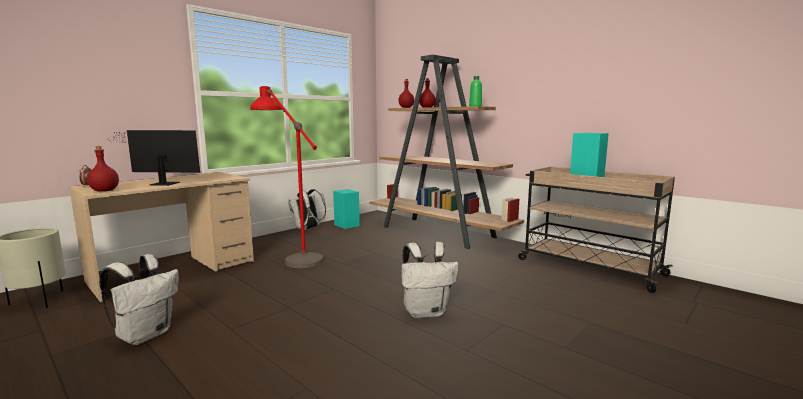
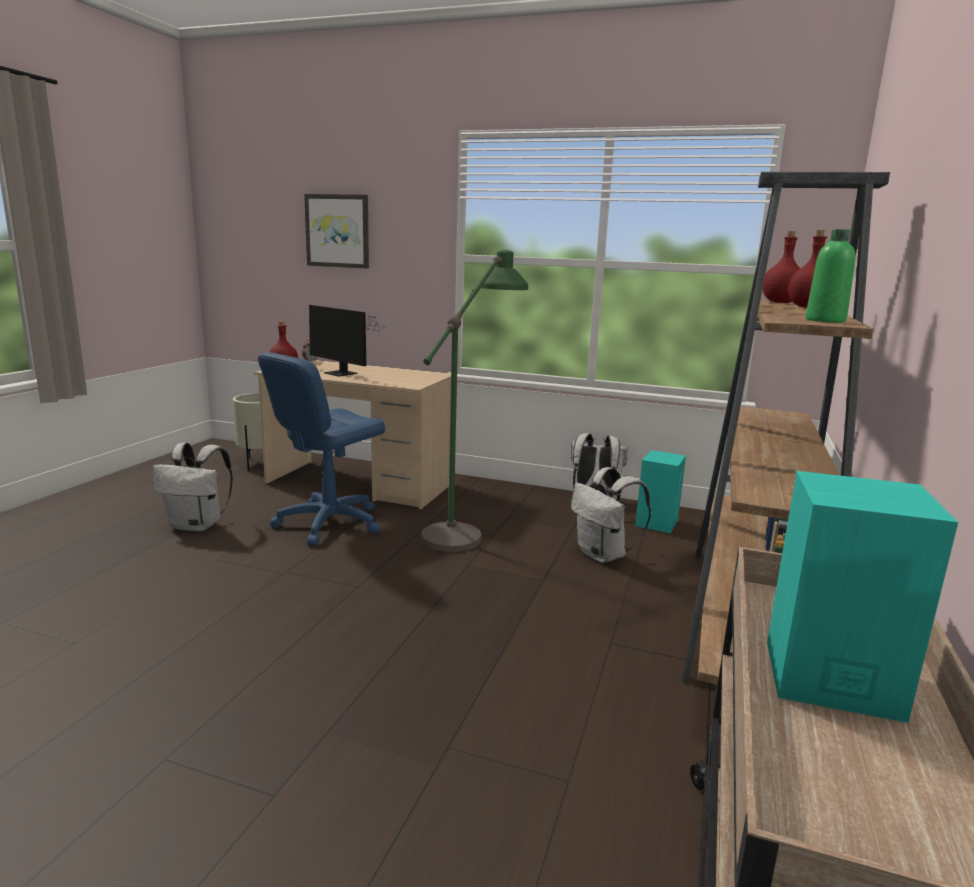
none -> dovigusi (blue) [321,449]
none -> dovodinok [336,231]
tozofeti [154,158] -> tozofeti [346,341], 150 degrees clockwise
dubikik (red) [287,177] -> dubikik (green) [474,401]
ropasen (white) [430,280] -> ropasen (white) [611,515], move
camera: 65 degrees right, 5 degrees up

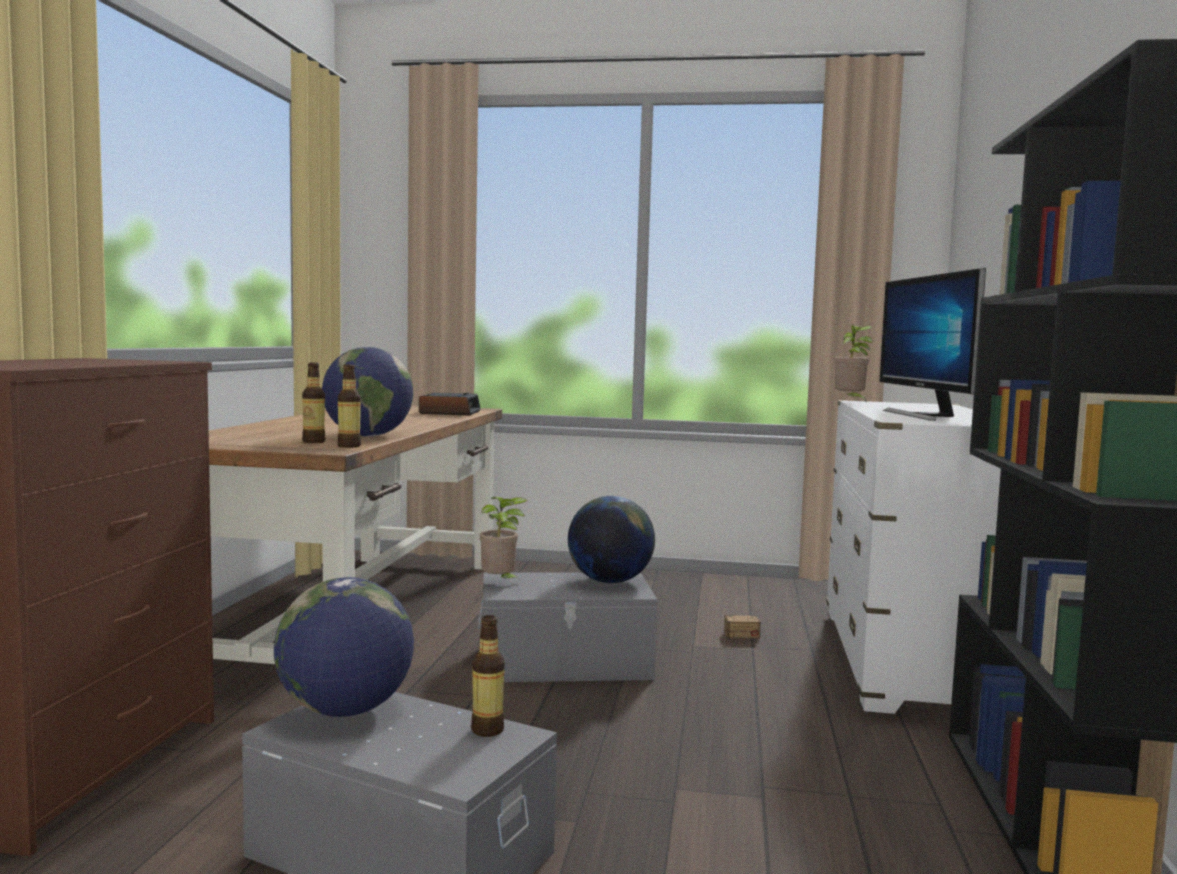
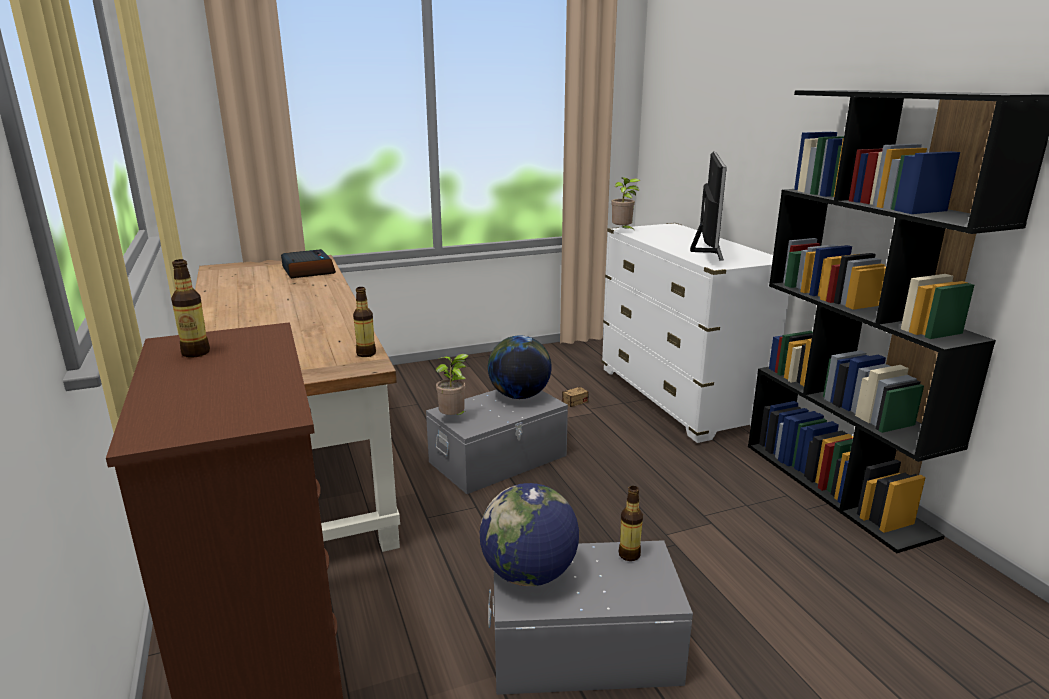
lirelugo [314,402] -> lirelugo [190,308], move
tozofeti [933,344] -> tozofeti [708,206], 135 degrees counterclockwise
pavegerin [368,392] -> none
camera: 30 degrees left, 15 degrees up

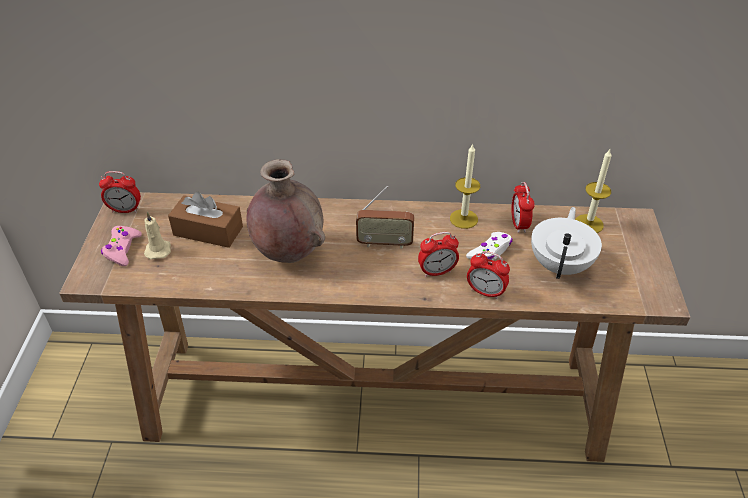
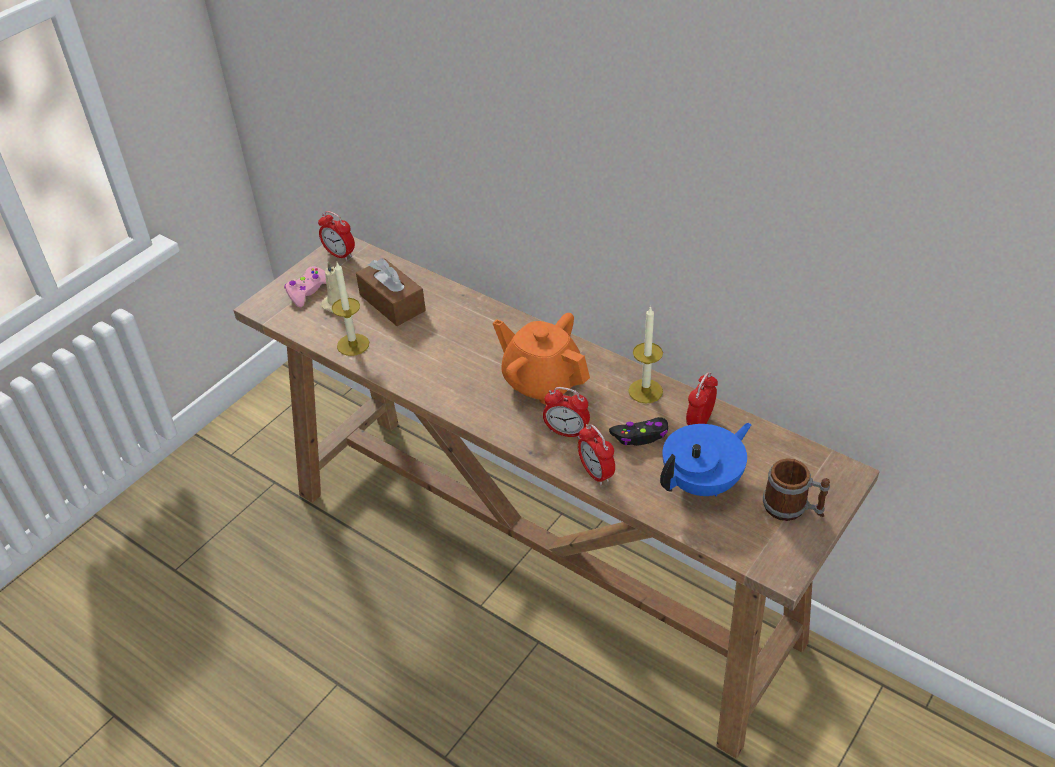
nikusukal [593,191] -> nikusukal [350,309], move
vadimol [385,217] -> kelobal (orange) [541,358]
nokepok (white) [489,246] -> nokepok (black) [638,431]
kelobal (white) [566,243] -> kelobal (blue) [706,459]
none -> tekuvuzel [796,489]
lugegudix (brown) [285,211] -> none
camera: 35 degrees right, 0 degrees up

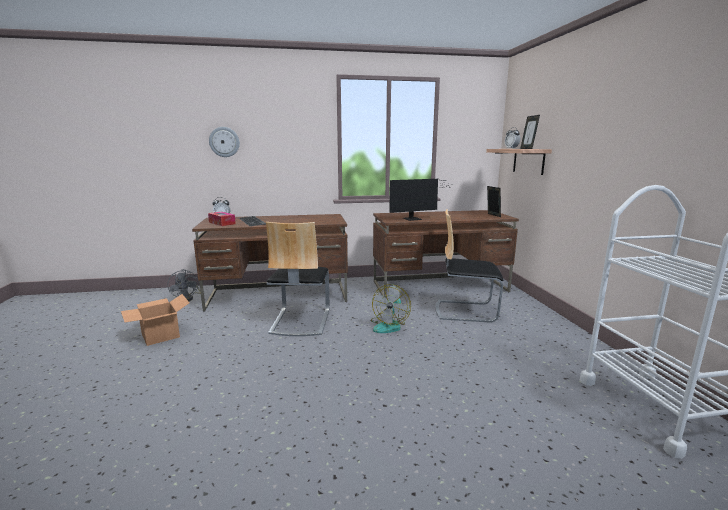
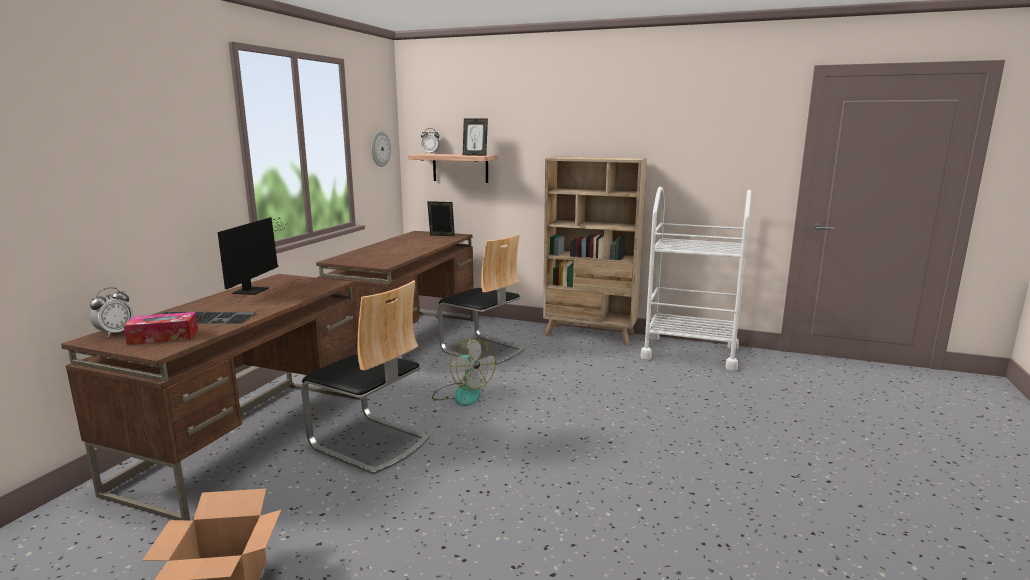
tozofeti [419,200] -> tozofeti [252,256], move
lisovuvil [224,142] -> lisovuvil [381,149], move
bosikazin [469,266] -> bosikazin [481,299], 90 degrees counterclockwise
none -> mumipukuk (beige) [595,251]
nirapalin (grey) [184,285] -> none
camera: 60 degrees left, 0 degrees up

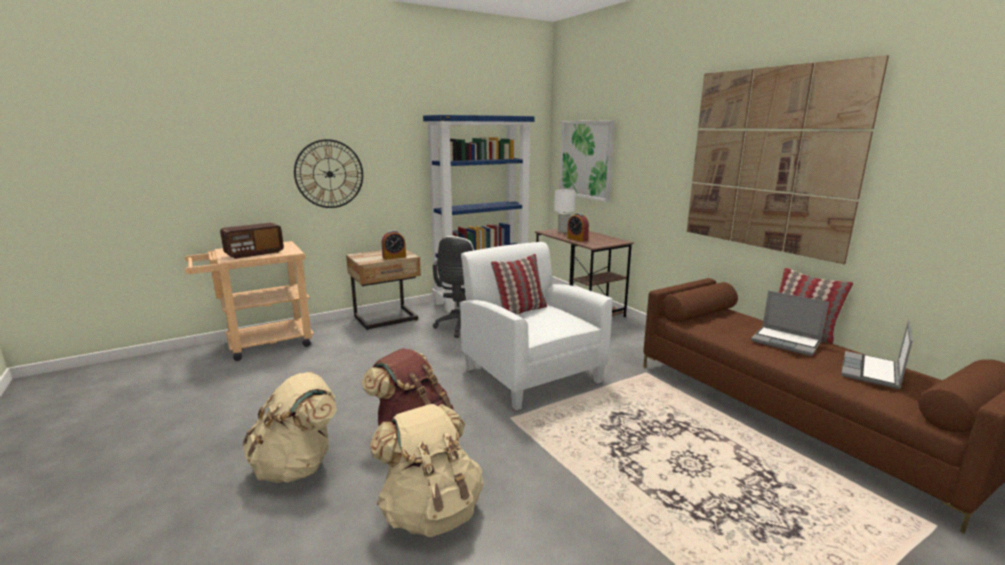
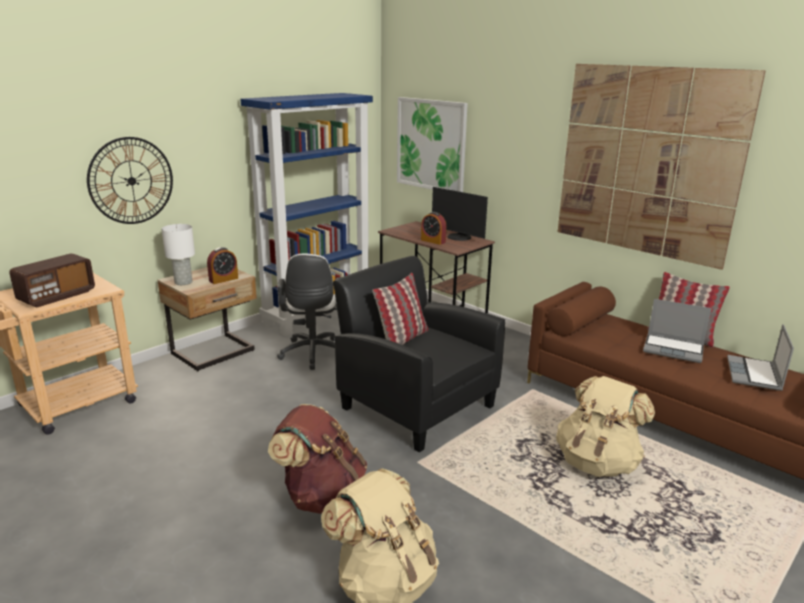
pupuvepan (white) [565,210] -> pupuvepan (white) [178,254], move
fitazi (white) [536,326] -> fitazi (black) [419,354]
none -> tozofeti [460,214]
ropasen (beige) [290,427] -> ropasen (beige) [605,426], move
camera: 15 degrees left, 5 degrees up

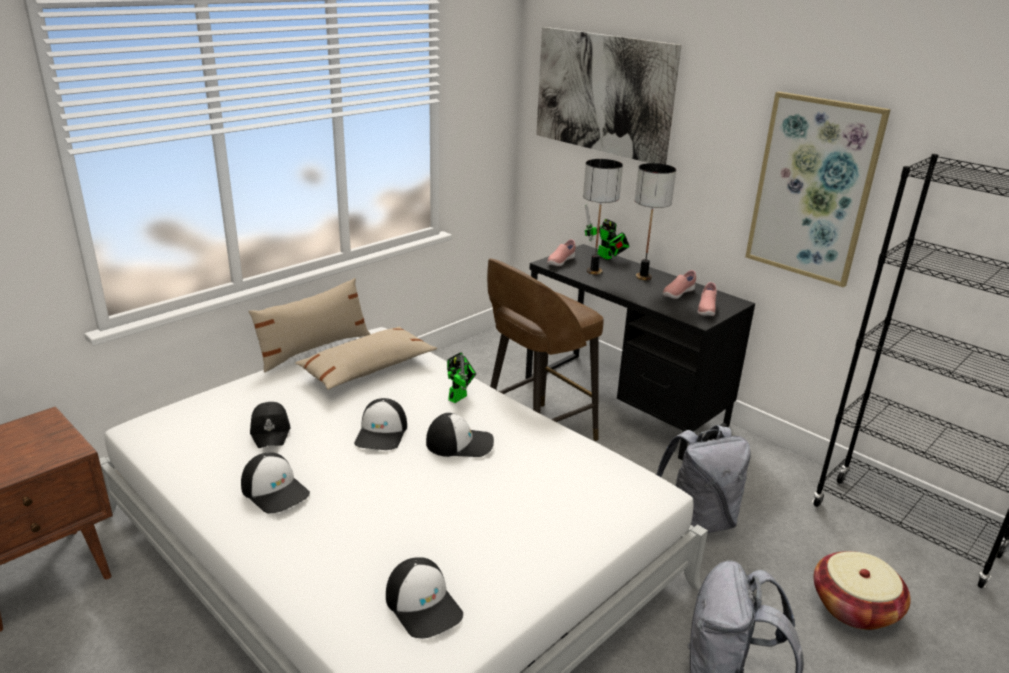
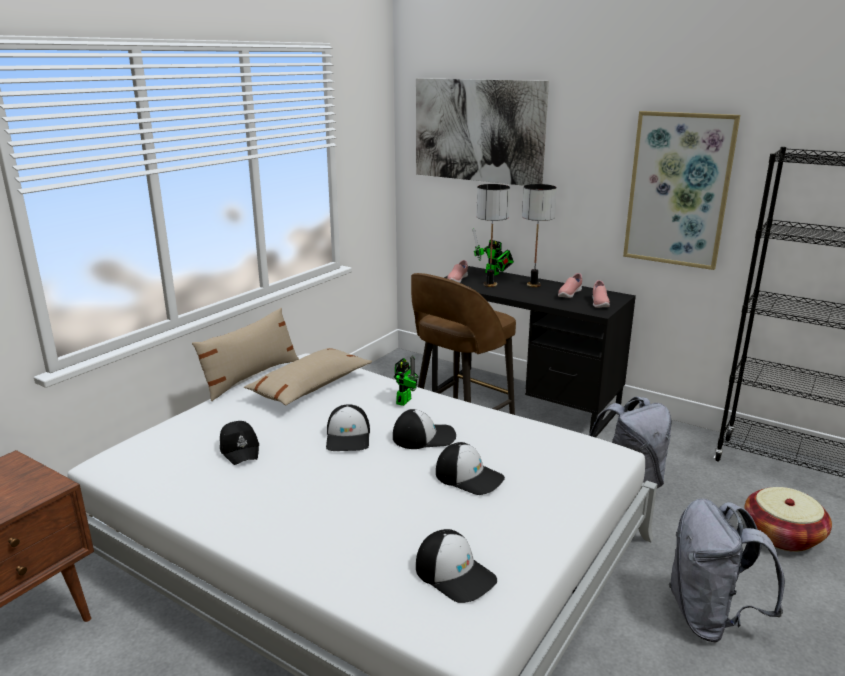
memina [275,482] -> memina [470,468], move
camera: 10 degrees left, 5 degrees down

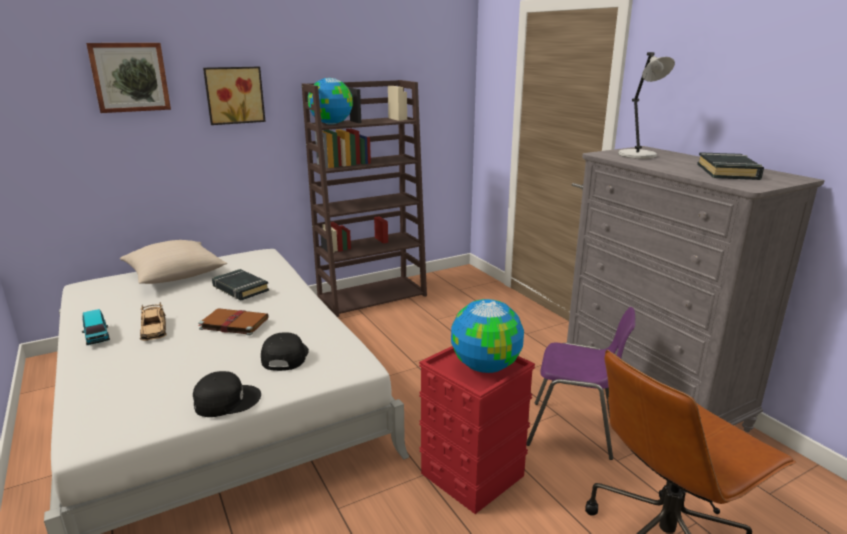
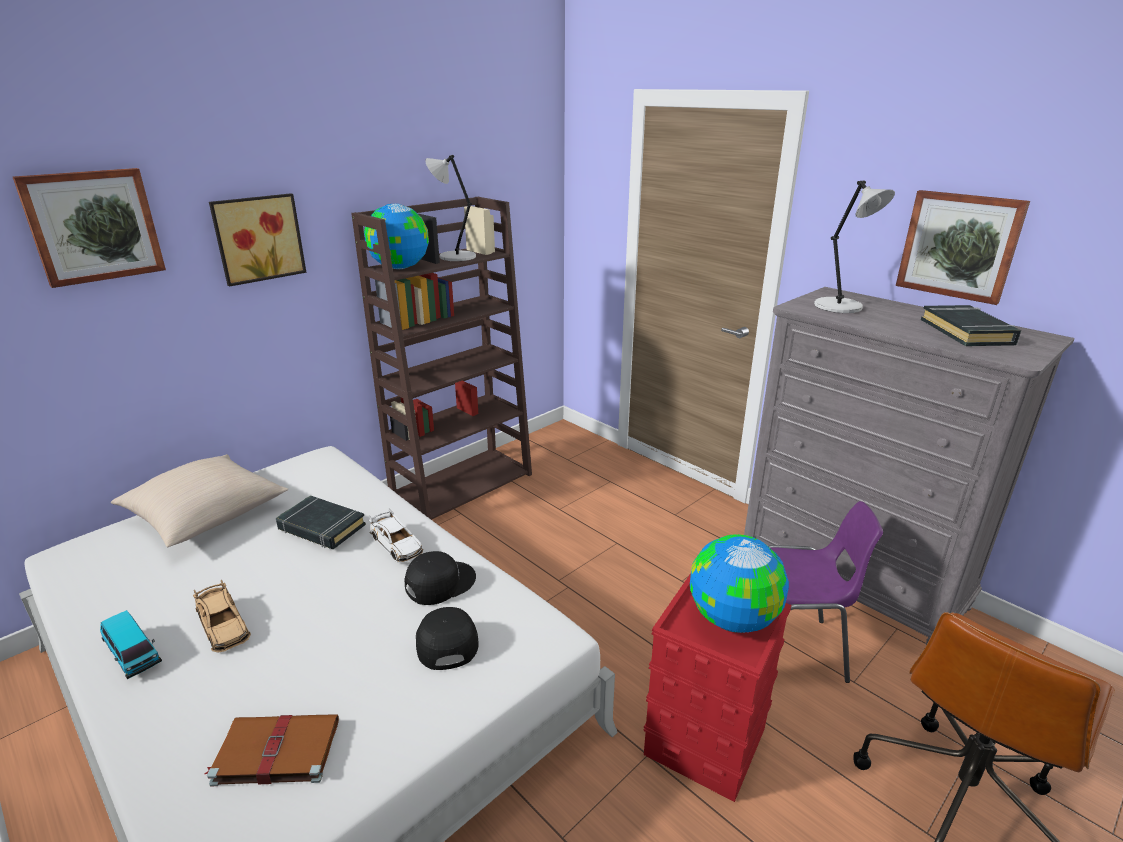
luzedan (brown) [233,321] -> luzedan (brown) [272,750], move
none -> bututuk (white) [396,535]
memina (black) [227,394] -> memina (black) [440,578], move
none -> pupuvepan (grey) [450,208]
none -> dovodinok [963,247]
camera: 15 degrees left, 5 degrees up

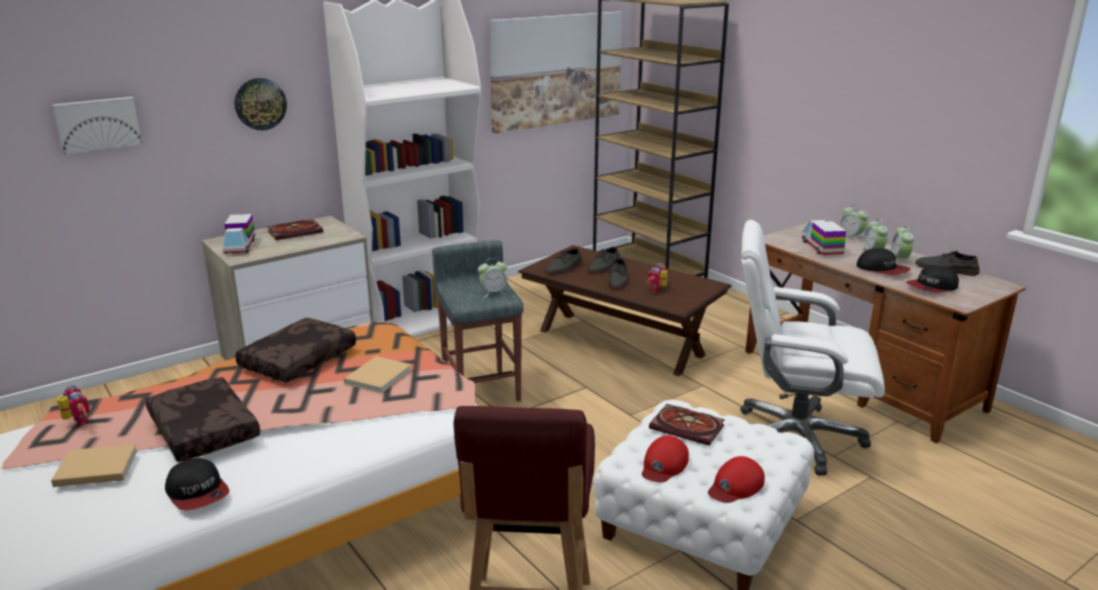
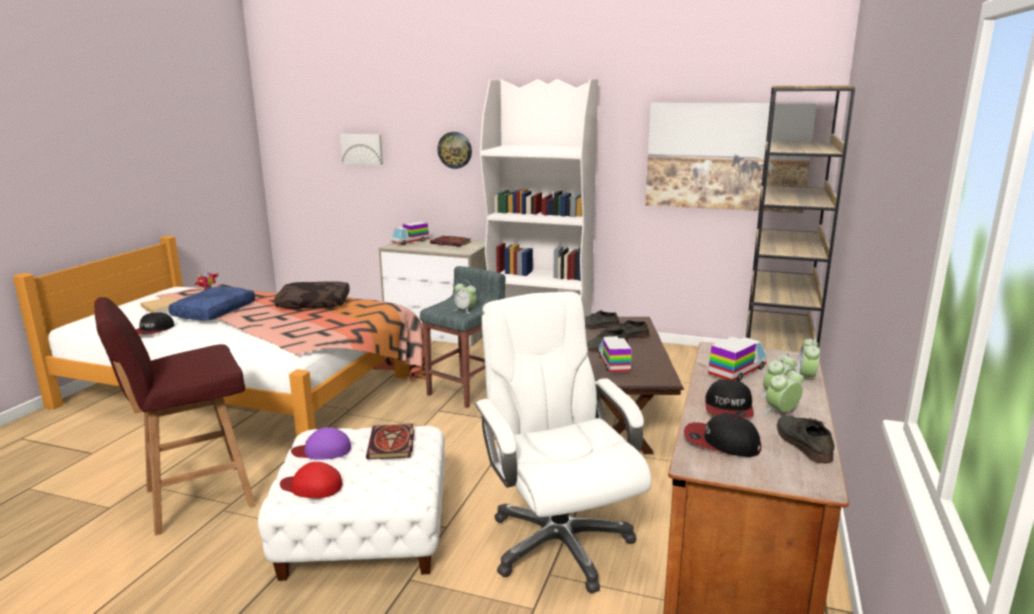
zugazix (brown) [203,419] -> zugazix (blue) [211,303]
memina (red) [665,458] -> memina (purple) [321,443]
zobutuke [657,277] -> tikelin [614,354]
luzedan (beige) [378,375] -> none
camera: 55 degrees right, 5 degrees down

